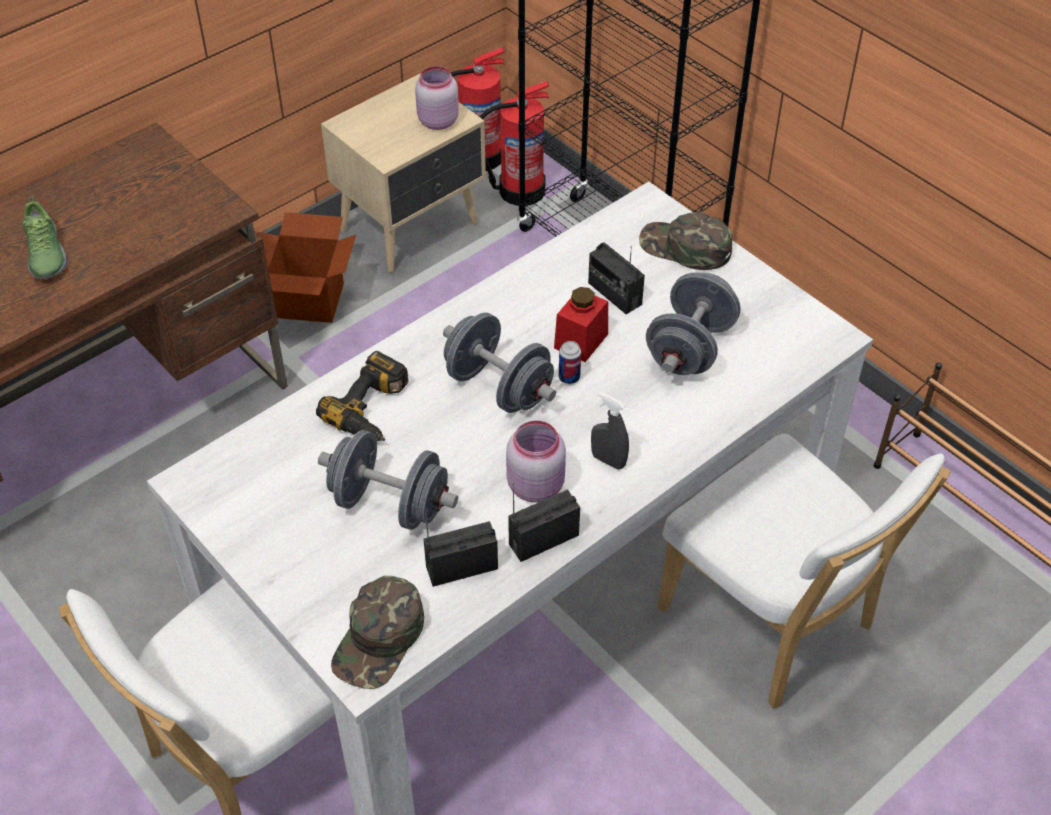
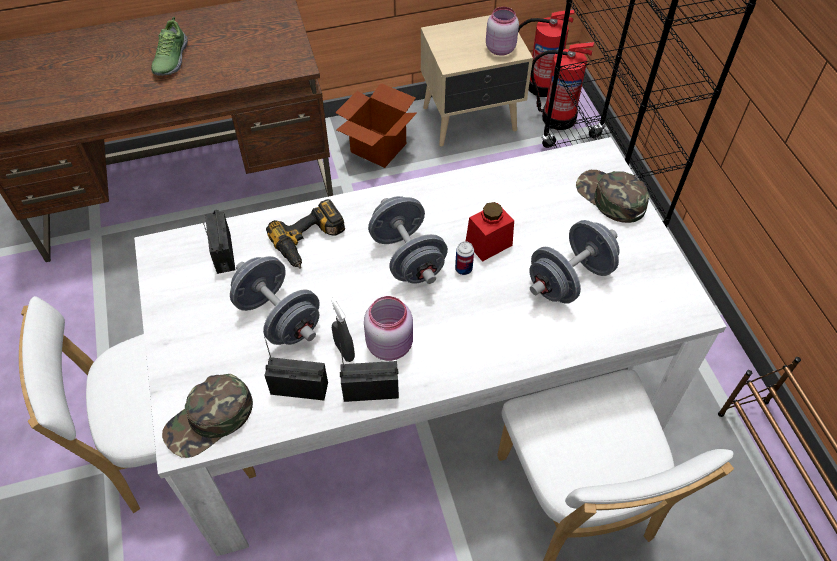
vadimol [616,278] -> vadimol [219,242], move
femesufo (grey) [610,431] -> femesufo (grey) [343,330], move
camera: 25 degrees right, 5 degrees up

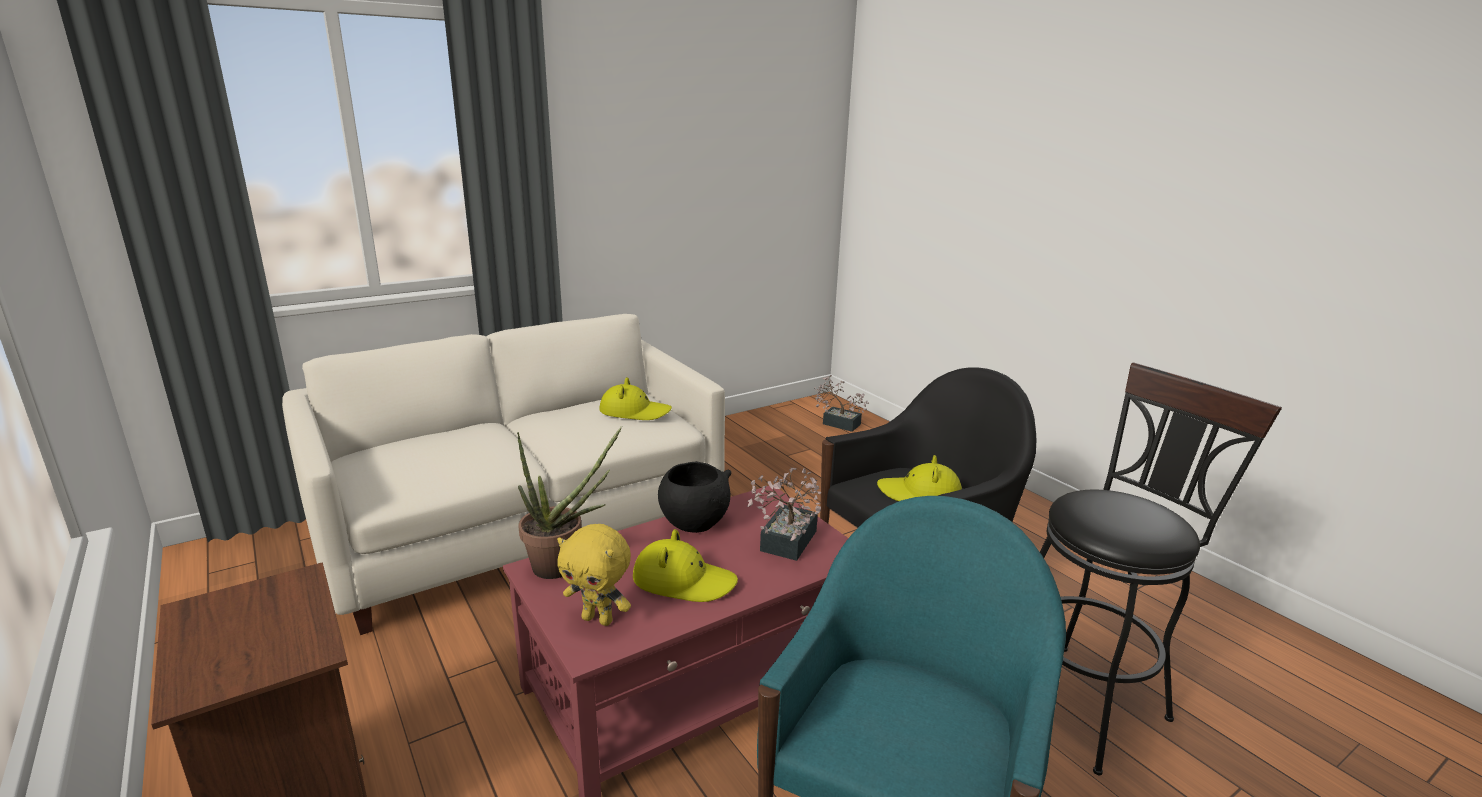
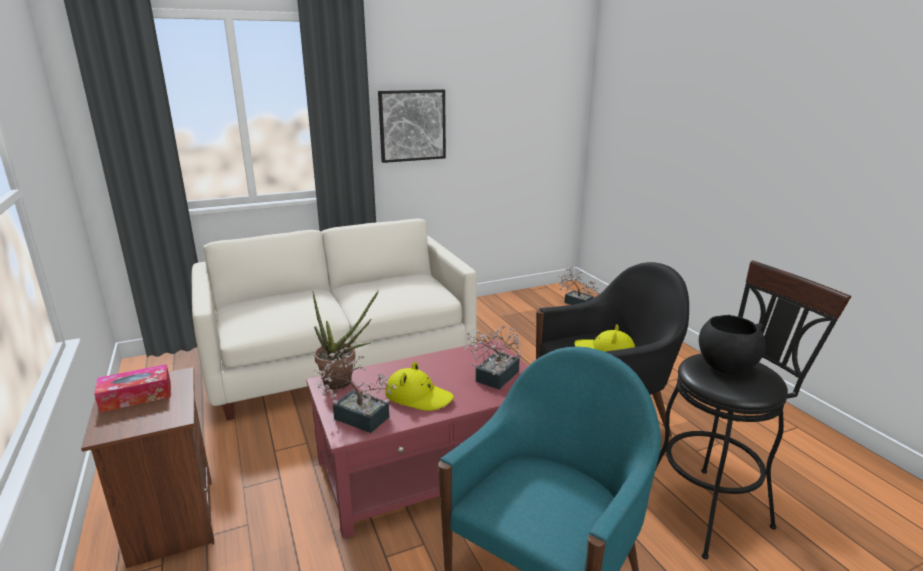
none -> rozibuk [132,388]
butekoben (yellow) [594,575] -> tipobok [356,390]
none -> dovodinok [412,126]
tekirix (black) [695,497] -> tekirix (black) [732,344], move
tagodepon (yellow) [635,398] -> none
camera: 10 degrees right, 0 degrees up

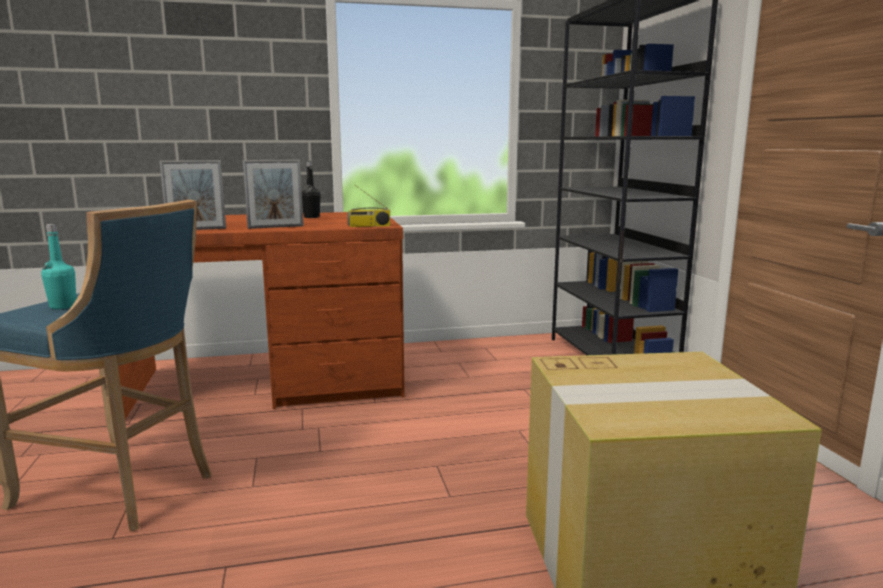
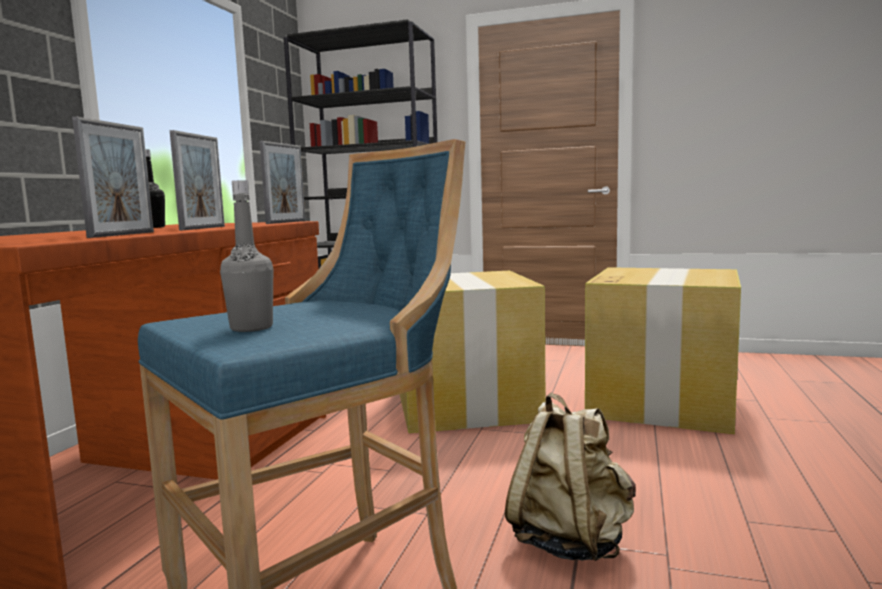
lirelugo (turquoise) [59,266] -> lirelugo (grey) [246,256]
vadimol [368,206] -> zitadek [282,182]
none -> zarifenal [472,352]
none -> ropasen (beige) [570,476]
camera: 60 degrees left, 5 degrees down

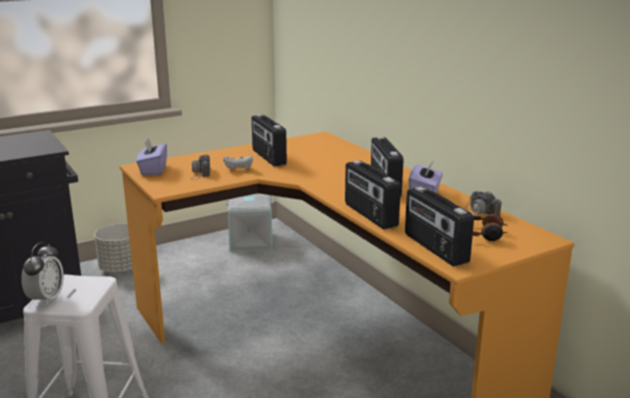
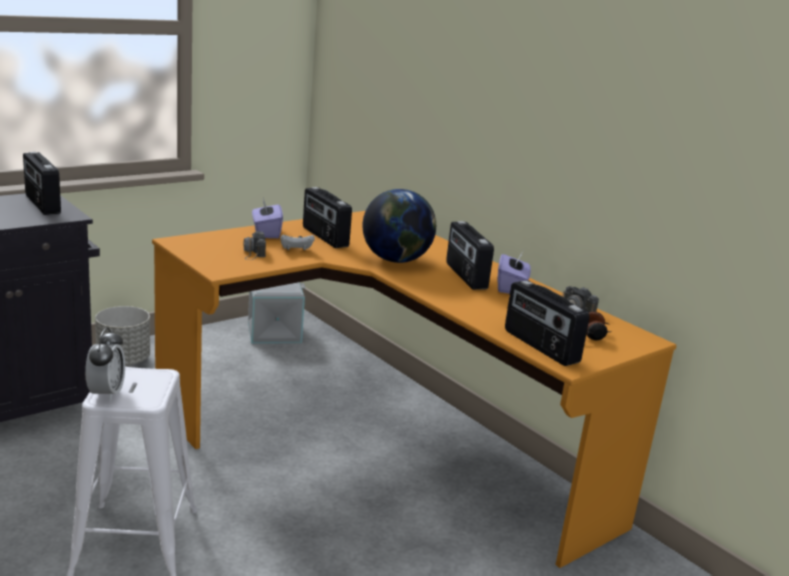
vadimol [373,195] -> vadimol [42,183], move
rozibuk (purple) [151,156] -> rozibuk (purple) [267,217], move
none -> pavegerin [399,226]
camera: 10 degrees left, 0 degrees up

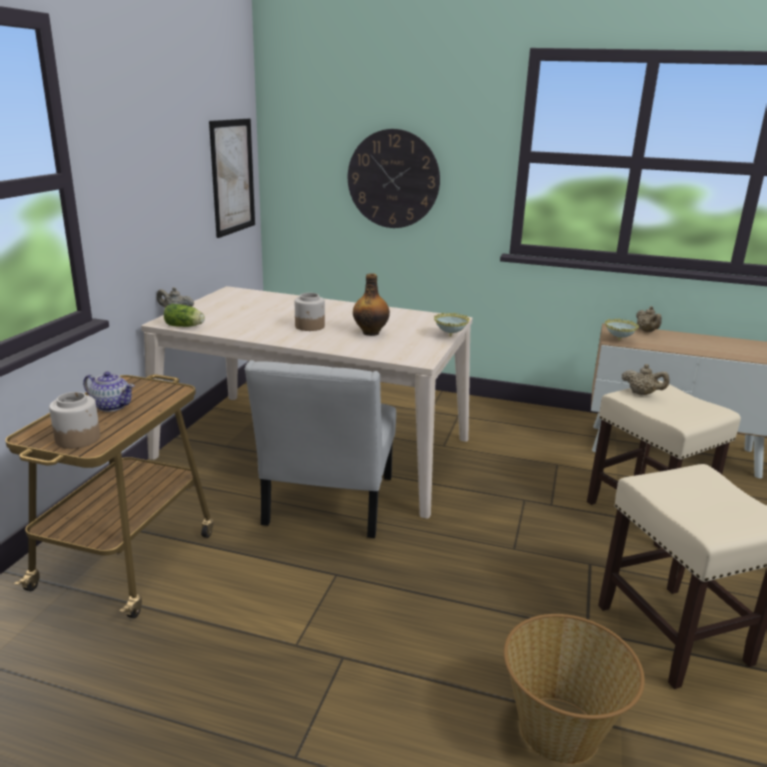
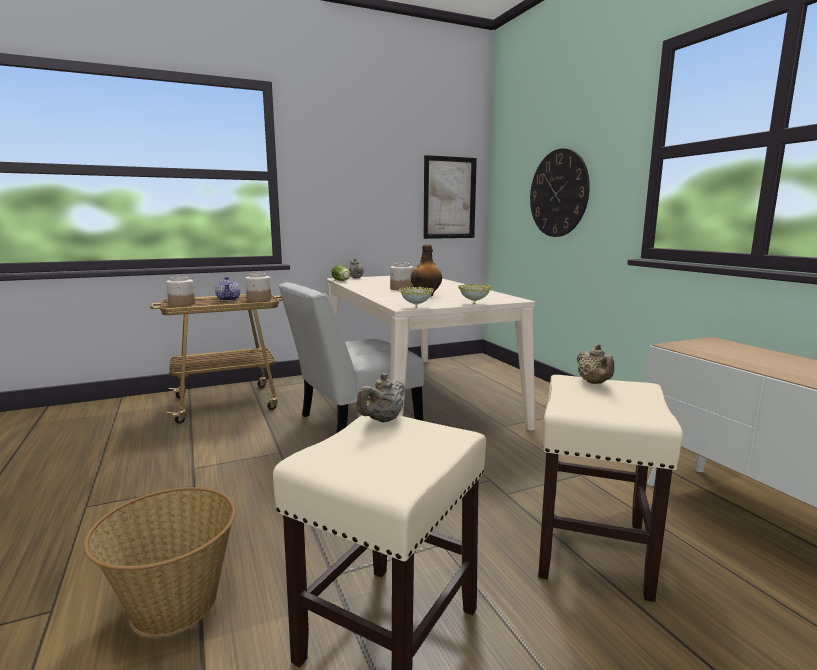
none -> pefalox [258,287]
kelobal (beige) [649,319] -> kelobal (beige) [380,397], move
tekirix [622,329] -> tekirix [416,297], move
camera: 50 degrees right, 10 degrees down

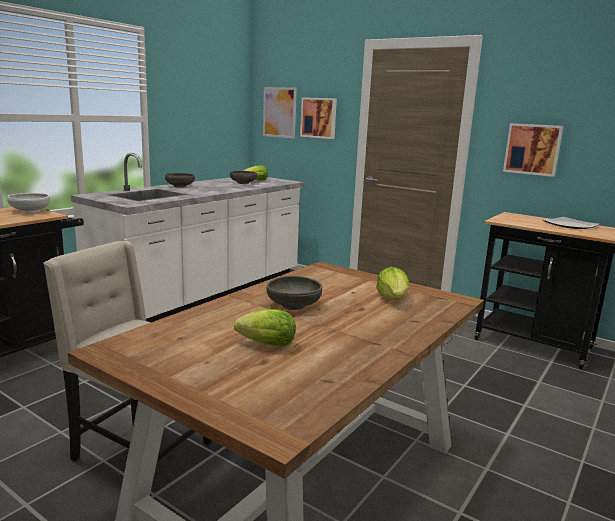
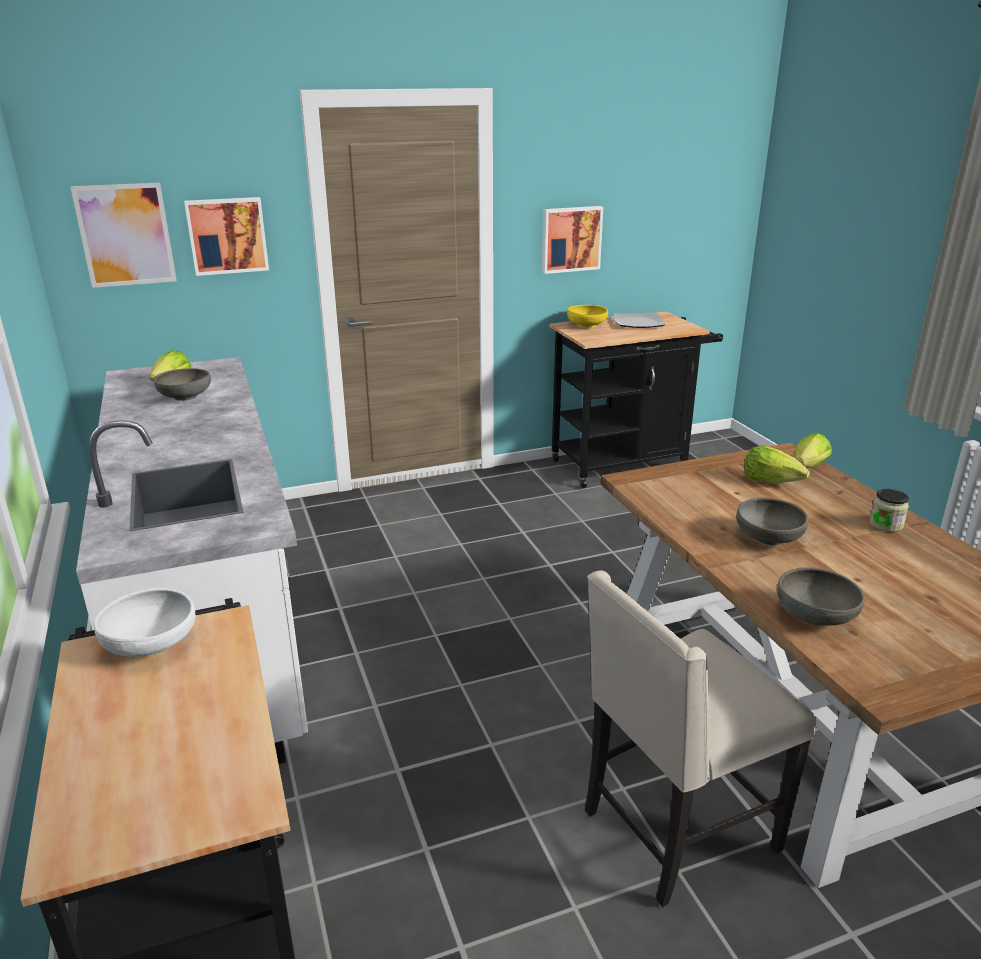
none -> tekirix (yellow) [587,316]
tekirix (grey) [180,180] -> tekirix (grey) [821,596], move
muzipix [265,327] -> muzipix [813,450], move
none -> pefalox [889,510]
camera: 55 degrees left, 10 degrees up

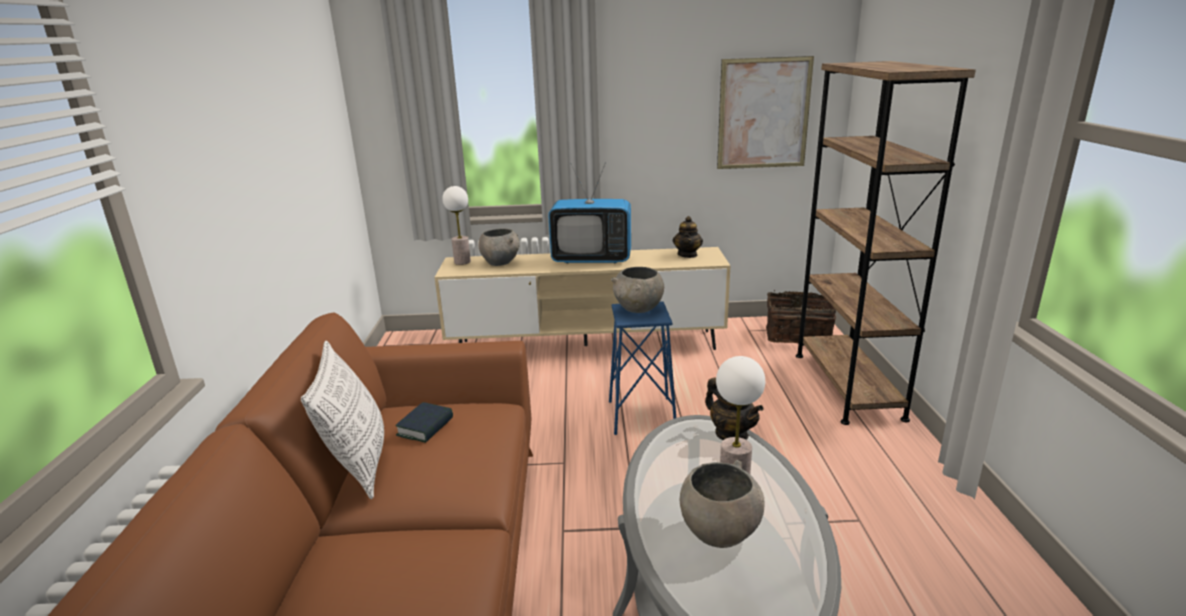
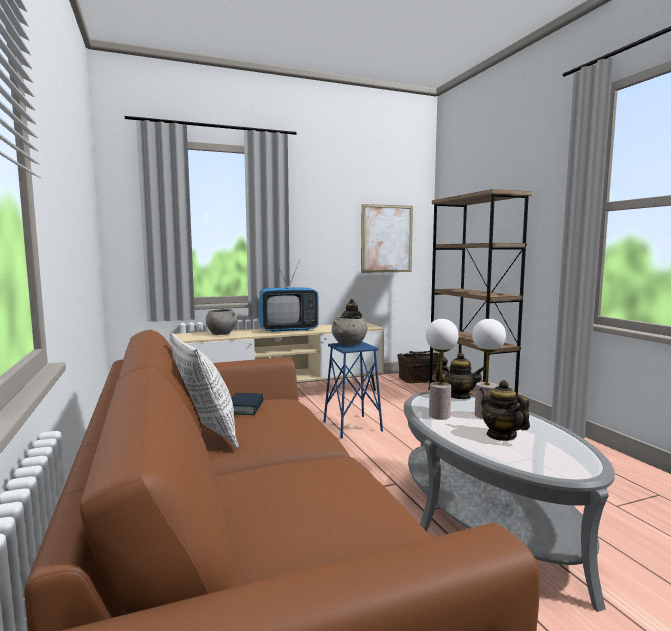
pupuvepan [456,225] -> pupuvepan [442,369], move
tekirix (grey) [722,504] -> kelobal [505,410]
camera: 20 degrees left, 15 degrees down

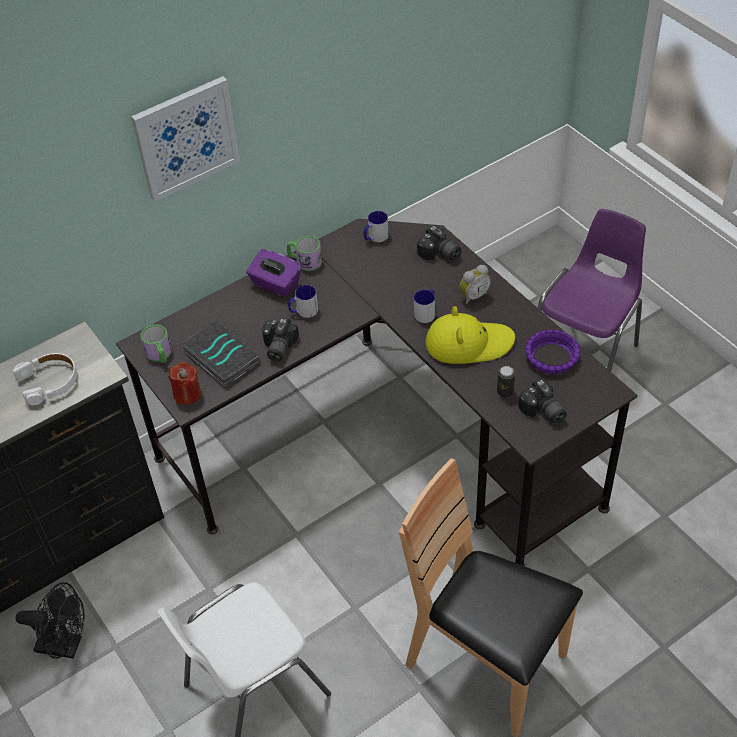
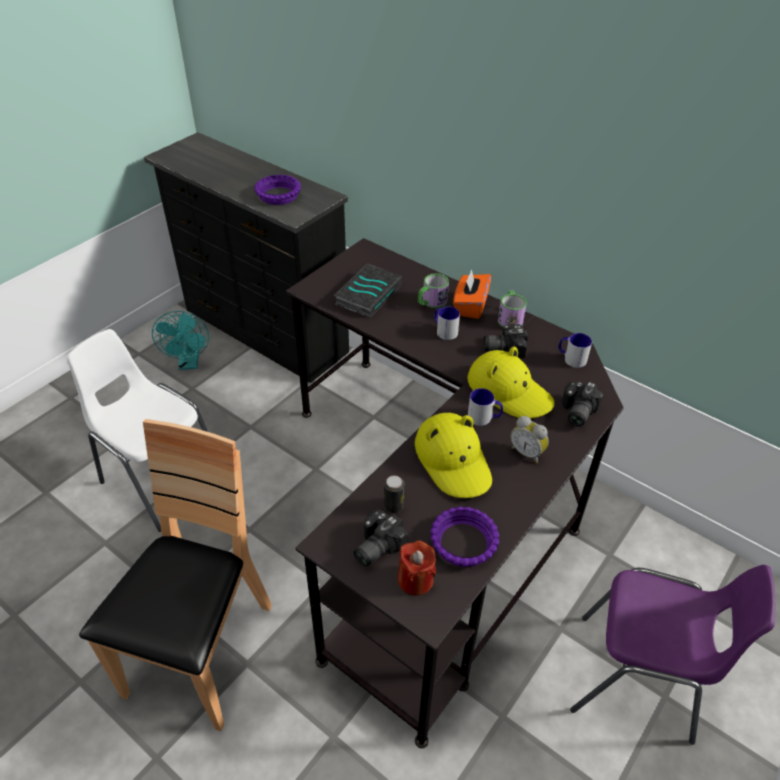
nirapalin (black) [50,620] -> nirapalin (turquoise) [180,340]
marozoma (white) [45,379] -> tekirix (purple) [277,190]
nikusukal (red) [184,383] -> nikusukal (red) [417,568], move
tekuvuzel [156,343] -> tekuvuzel [433,290], move
rozibuk (purple) [273,273] -> rozibuk (orange) [472,294]
none -> tagodepon (yellow) [510,383]
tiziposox [280,340] -> tiziposox [505,341], move
dovodinok [185,139] -> none
camera: 70 degrees right, 5 degrees down

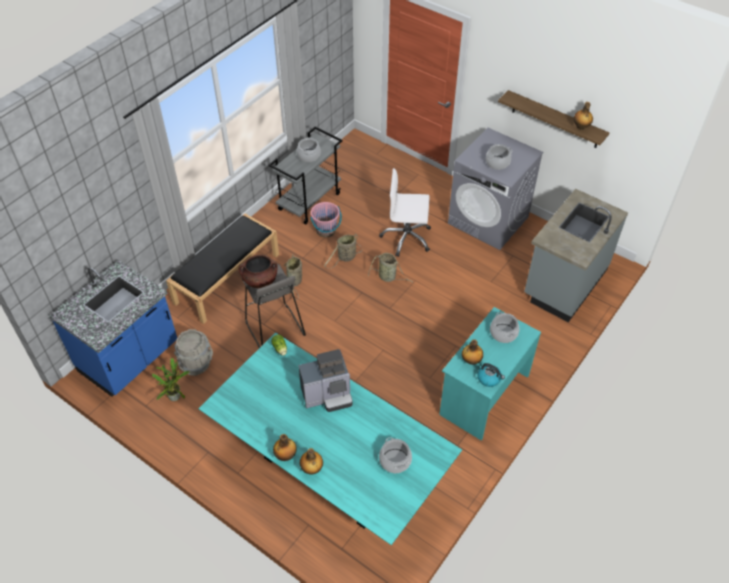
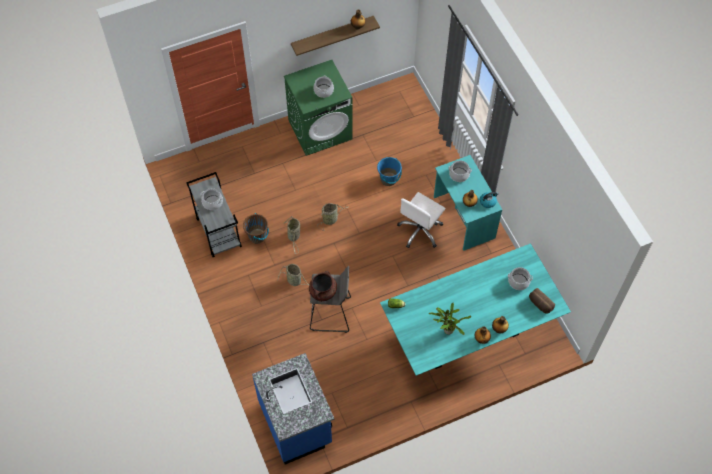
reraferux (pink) [326,219] -> reraferux (brown) [256,228]
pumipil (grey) [495,189] -> pumipil (green) [318,108]
none -> reraferux (blue) [389,171]
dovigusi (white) [405,212] -> dovigusi (white) [421,220], move
tipobok [171,379] -> tipobok [450,319], move
none -> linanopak [542,301]
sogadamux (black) [222,269] -> none
reraferux (grey) [193,352] -> none
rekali [325,380] -> none
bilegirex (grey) [576,255] -> none
camera: 60 degrees left, 10 degrees up

